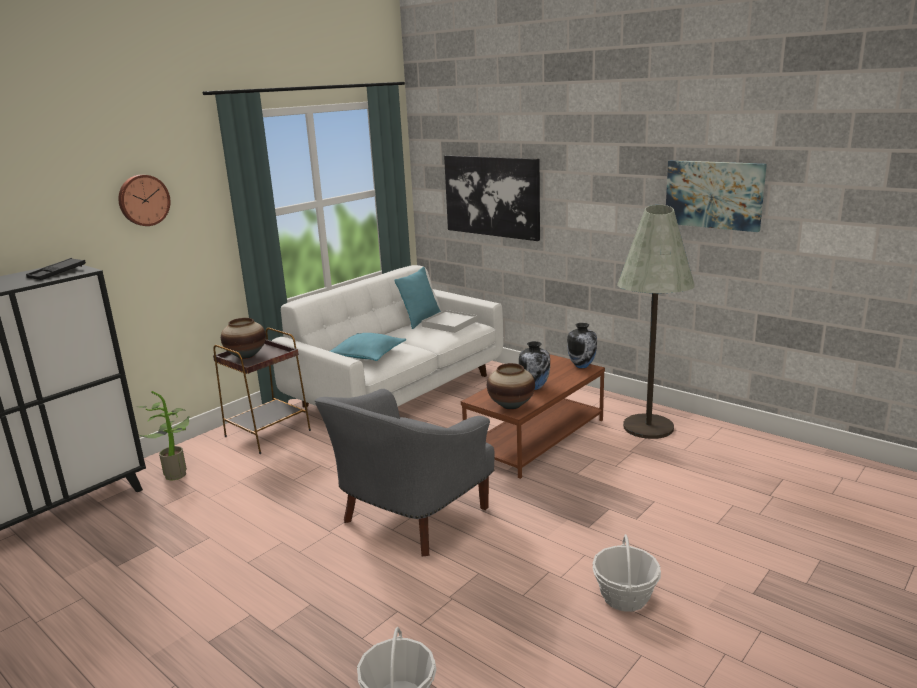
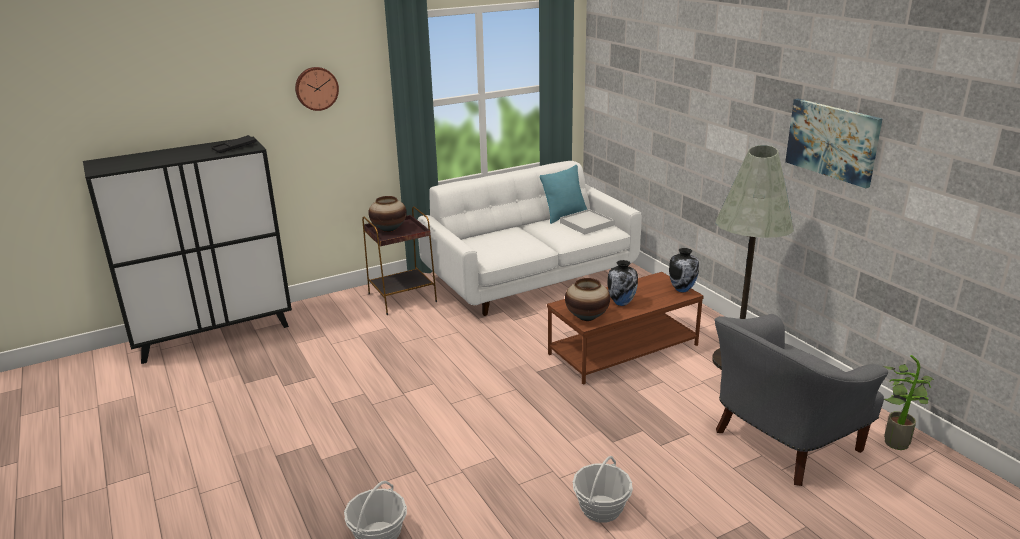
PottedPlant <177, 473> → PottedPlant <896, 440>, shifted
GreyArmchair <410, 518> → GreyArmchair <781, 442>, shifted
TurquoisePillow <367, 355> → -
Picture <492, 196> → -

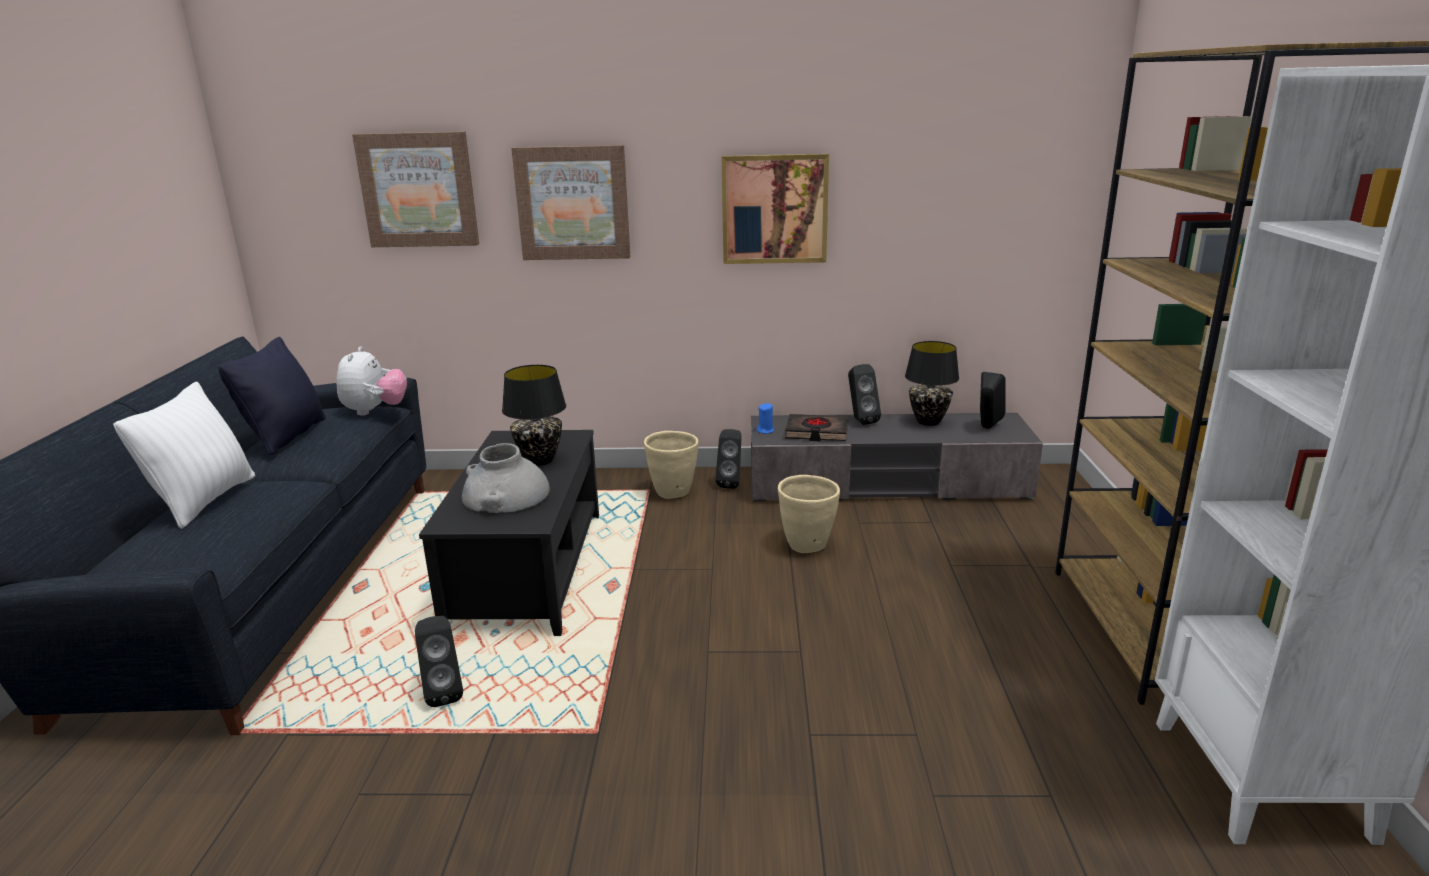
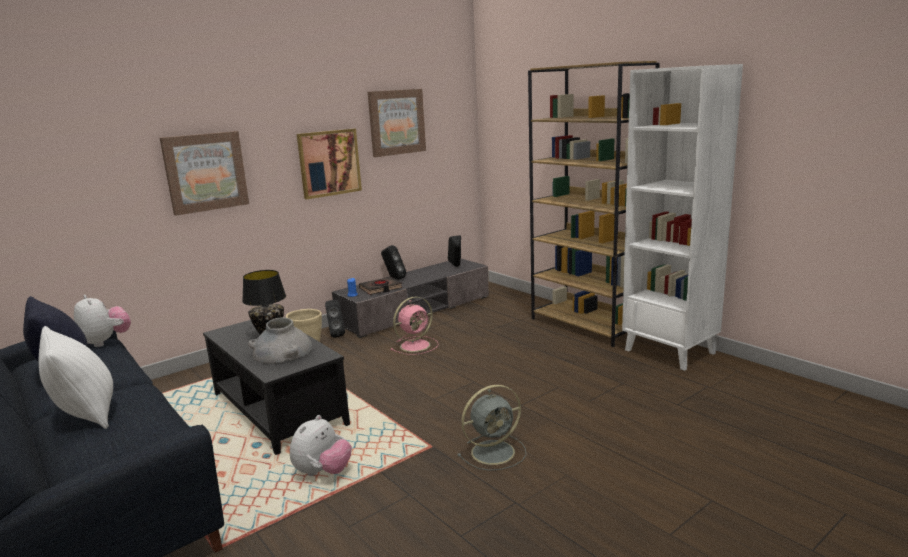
Picture <418, 190> → Picture <396, 122>, shifted
BlackSpeaker <443, 692> → PlushToy <323, 472>
BeigePlanter <807, 545> → PinkFan <416, 345>
BlackTableLamp <928, 422> → -
- → GreyFan <494, 451>

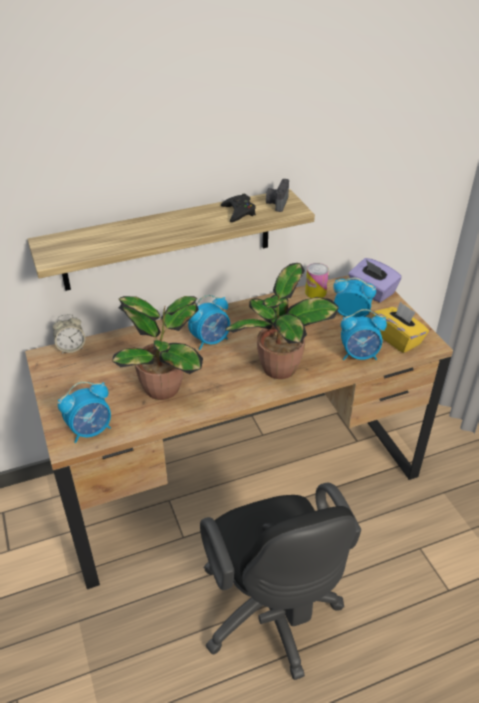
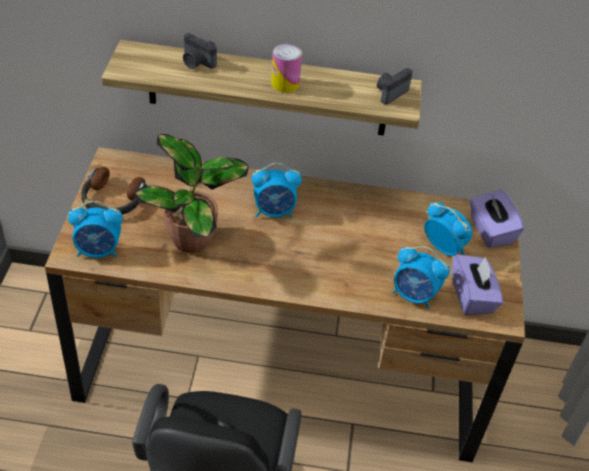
AlarmClock <71, 348> → -
BlackGameController <239, 212> → -
PottedPlant <278, 370> → -
Can <315, 292> → Can <285, 84>, shifted
YellowTissueBox <397, 339> → PurpleTissueBox <472, 296>
- → Headphones <112, 200>
- → PhotoCamera <196, 63>

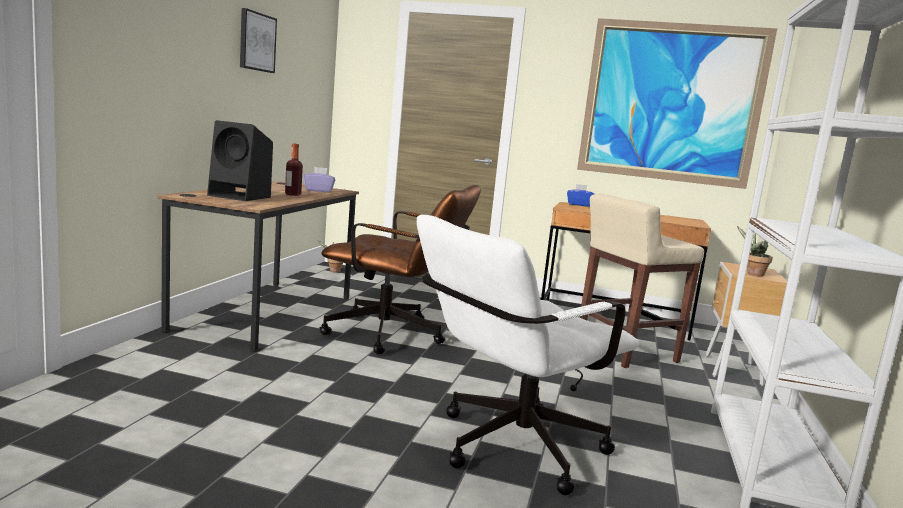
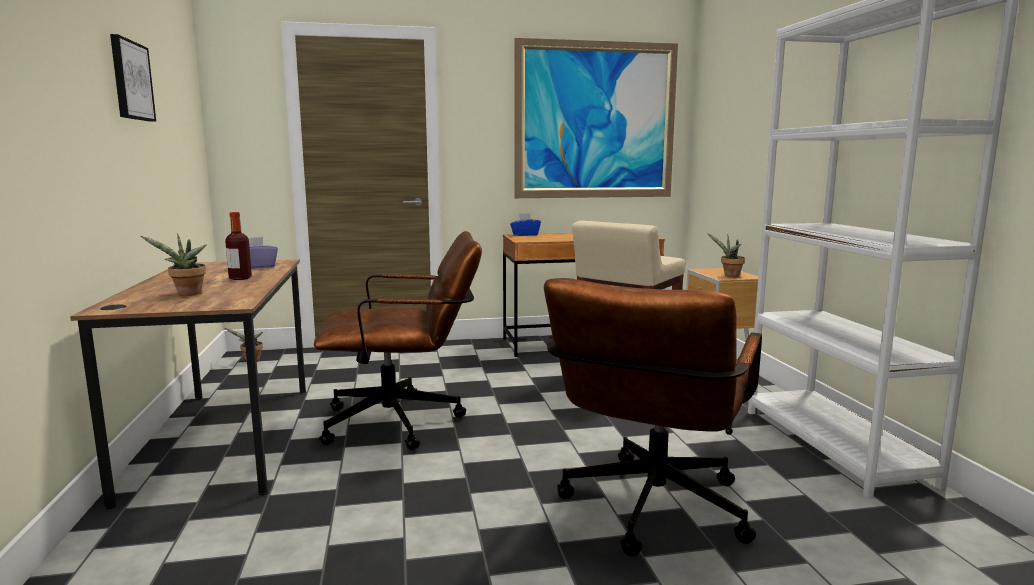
BlackSpeaker <241, 196> → PottedPlant <187, 294>
WhiteOfficeChair <508, 449> → BrownOfficeChair <650, 514>

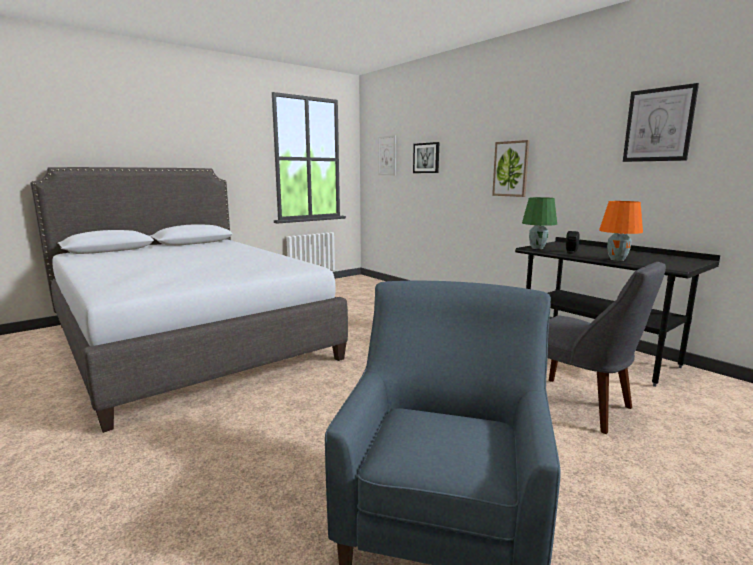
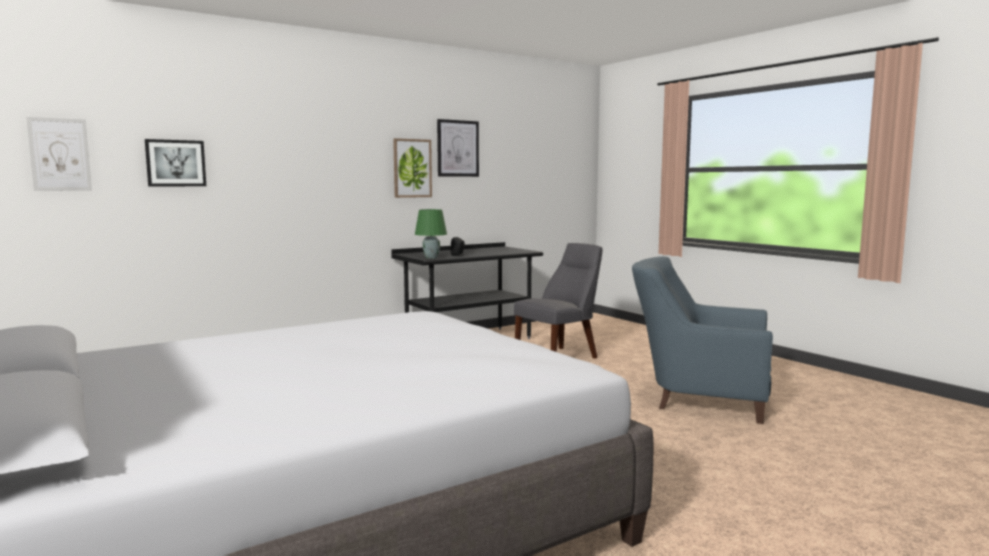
Picture <511, 169> → Picture <412, 168>, shifted
OrangeTableLamp <617, 259> → -

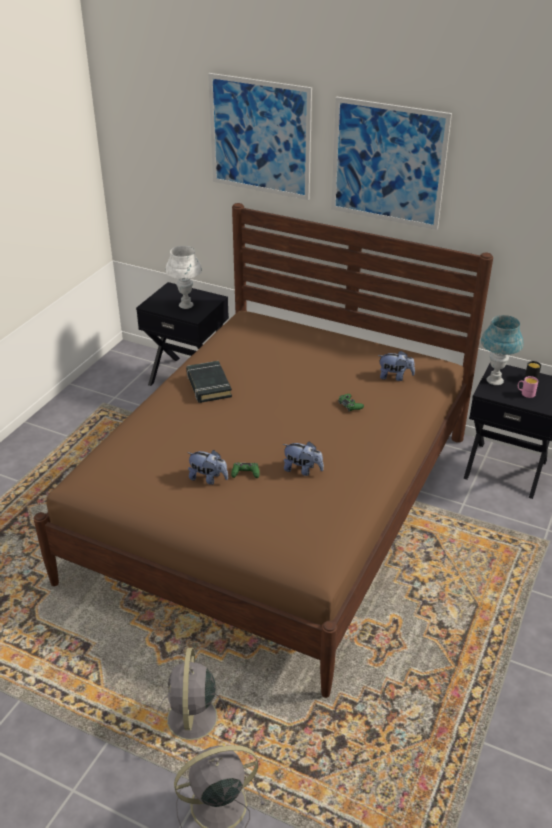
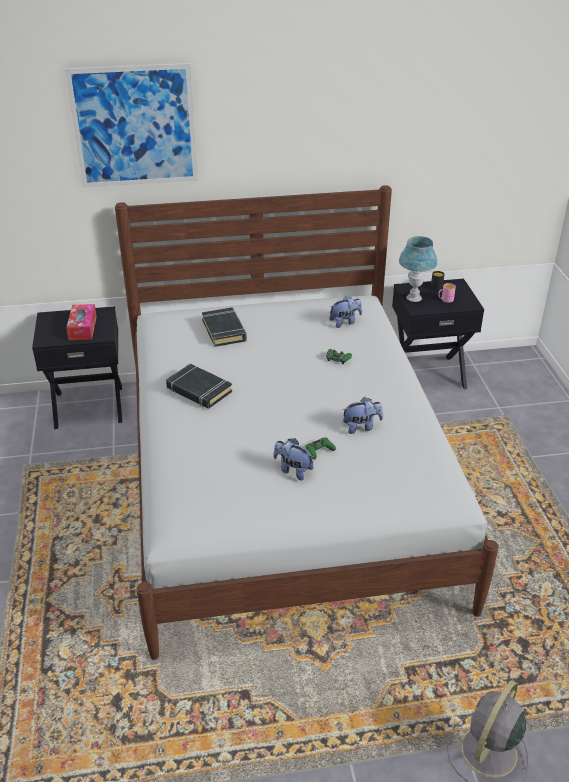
BrownBed <275, 505> → WhiteBed <285, 483>
GreyFan <192, 720> → -
WhiteTableLamp <186, 305> → TissueBox <83, 328>
PlushToy <208, 478> → PlushToy <293, 470>, 135 degrees counterclockwise
Picture <388, 163> → -
- → BlackBook <224, 330>

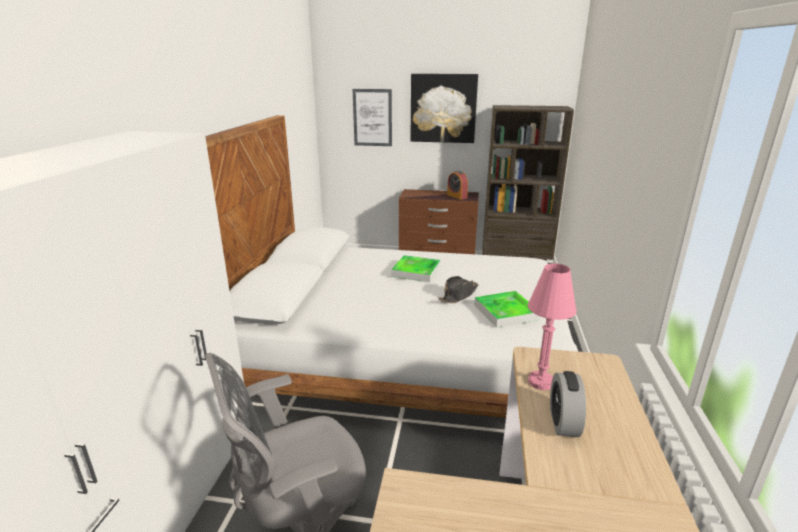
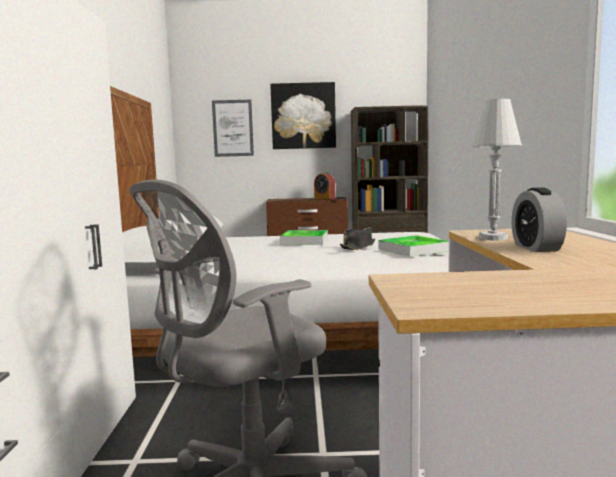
PinkTableLamp <541, 382> → WhiteTableLamp <493, 238>

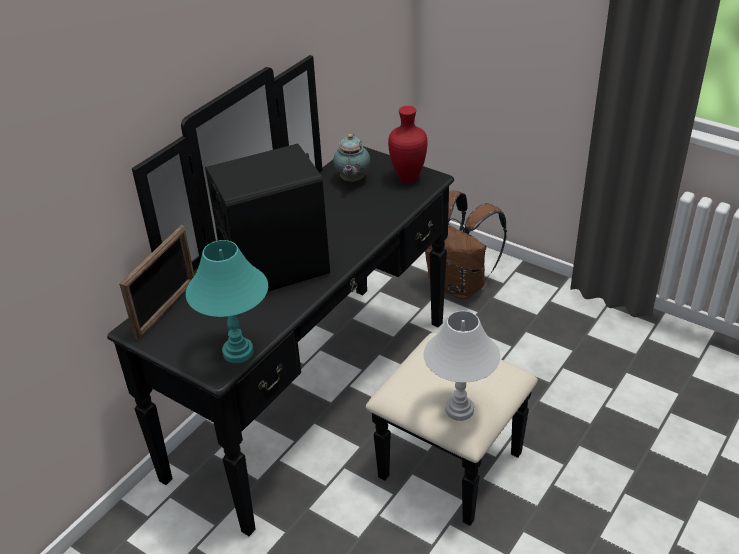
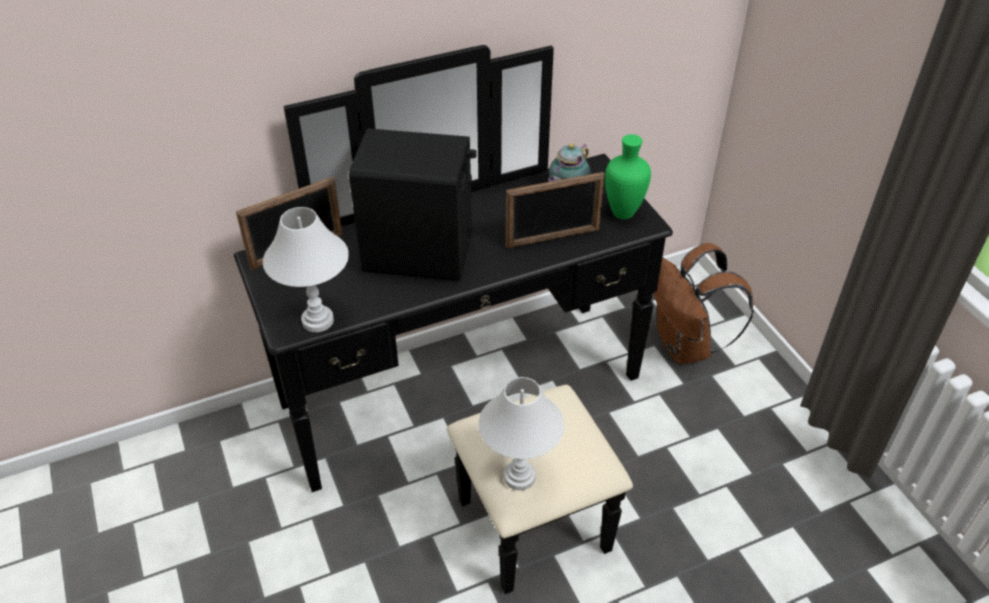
TurquoiseTableLamp <238, 351> → WhiteTableLamp <318, 320>
RedVase <407, 179> → GreenVase <621, 214>
- → PictureFrame <552, 238>

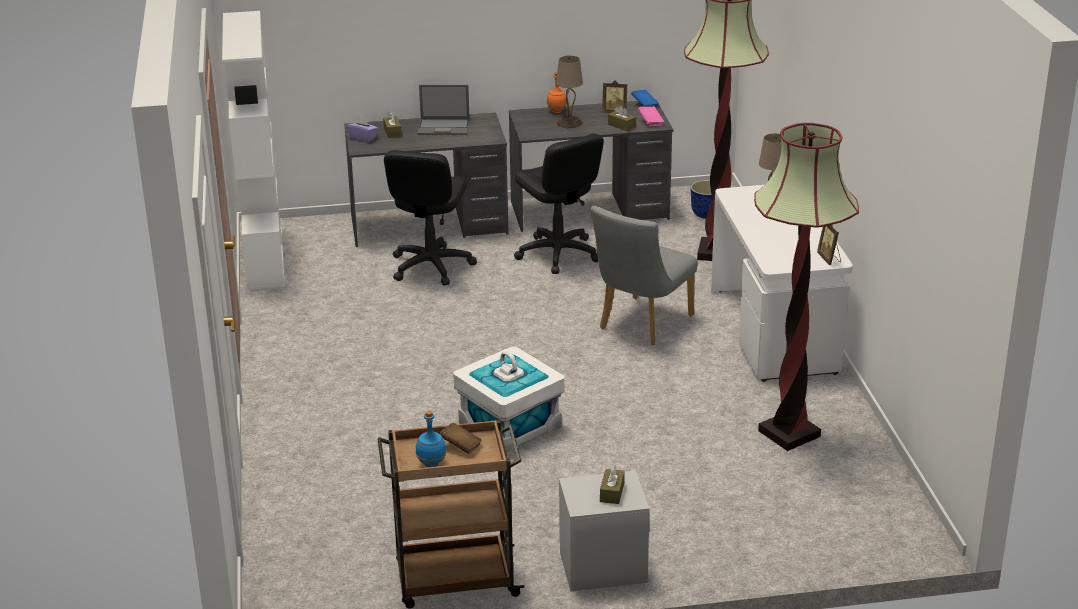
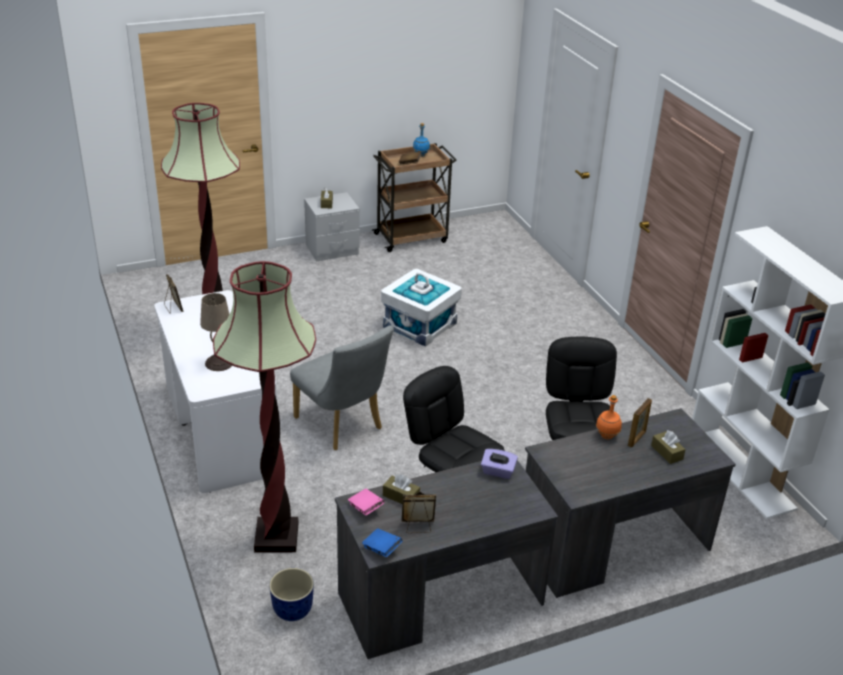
PurpleTissueBox <363, 138> → PurpleTissueBox <498, 472>, shifted
Laptop <444, 127> → -
OrangeBottle <556, 111> → OrangeBottle <607, 436>, shifted
BeigeTableLamp <569, 123> → -
GreyChair <641, 324> → GreyChair <342, 426>, 120 degrees clockwise
- → PictureFrame <637, 439>

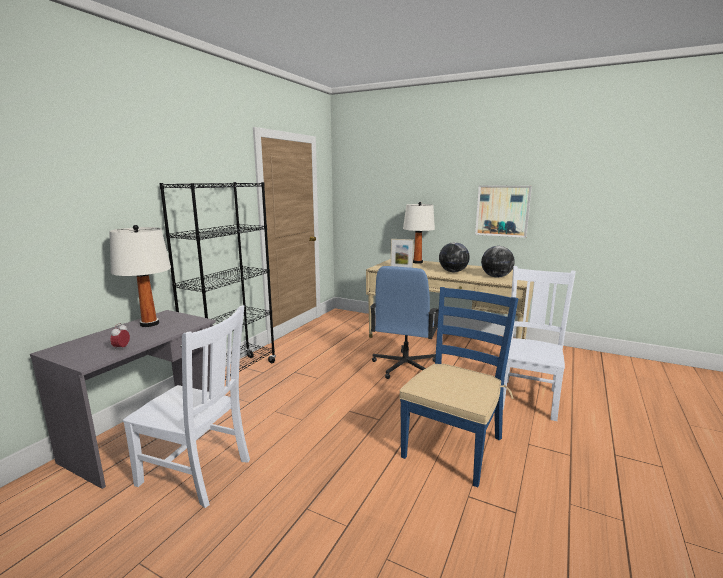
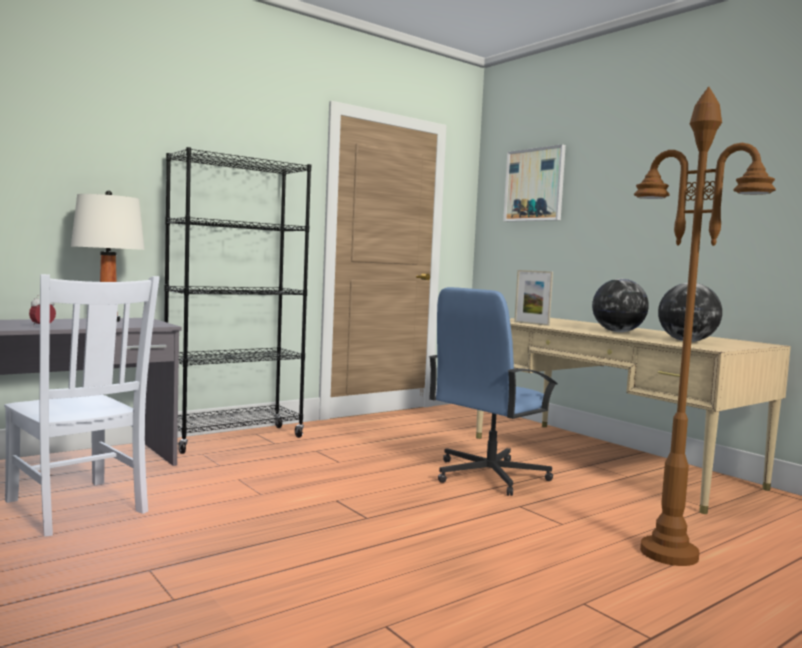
BlueChair <453, 446> → -
WhiteTableLamp <417, 262> → -
Picture <502, 211> → Picture <534, 185>, shifted
WhiteChair <528, 397> → BrownFloorLamp <670, 554>

